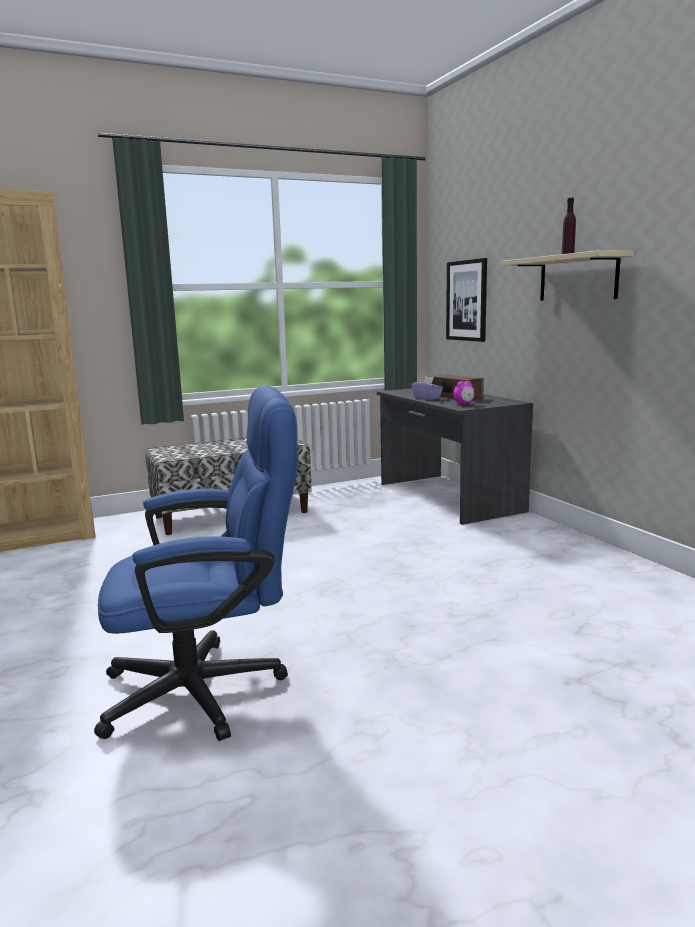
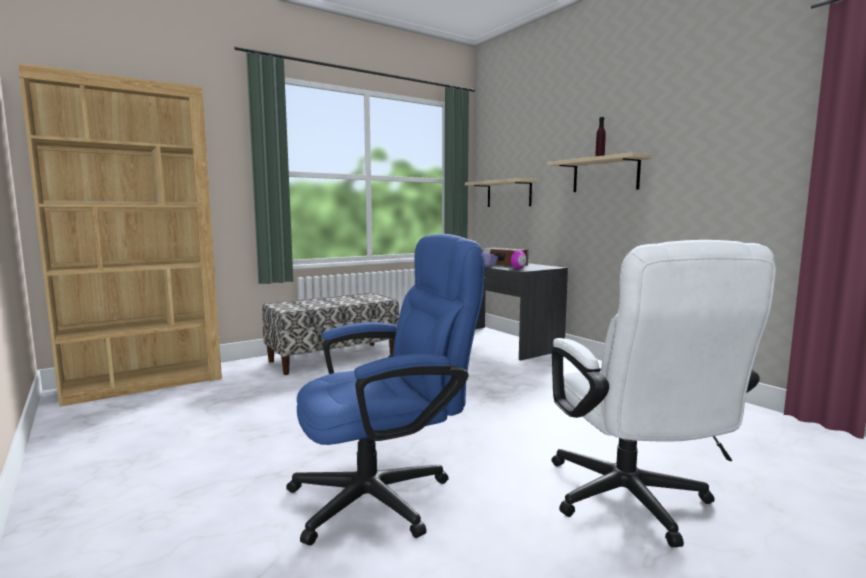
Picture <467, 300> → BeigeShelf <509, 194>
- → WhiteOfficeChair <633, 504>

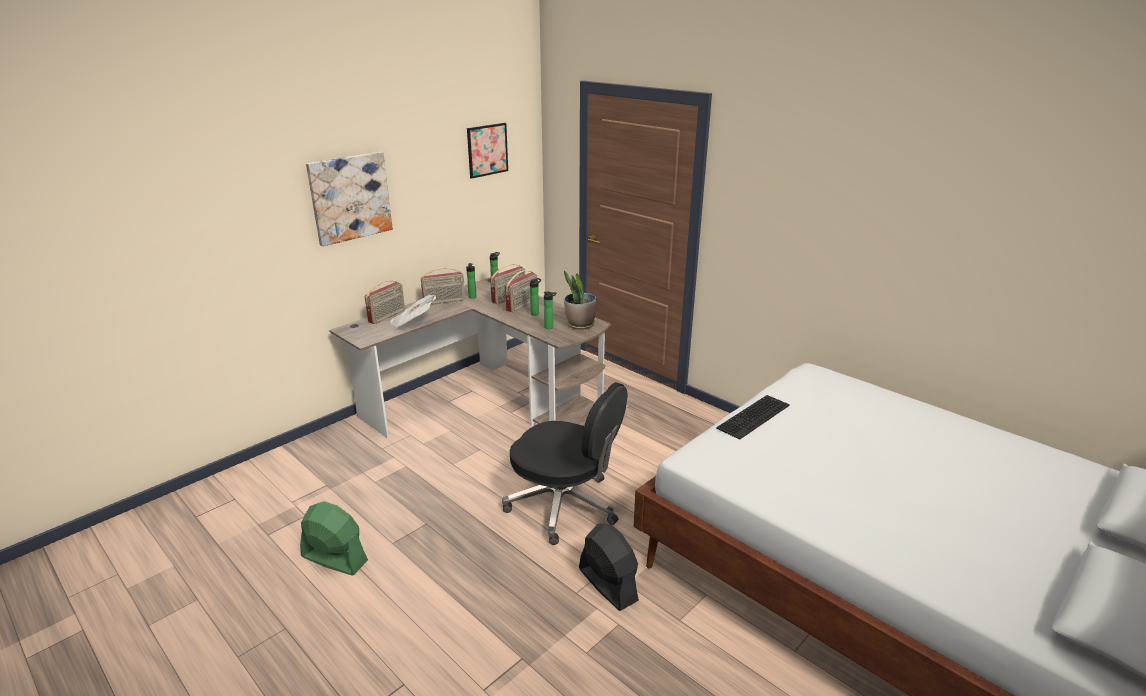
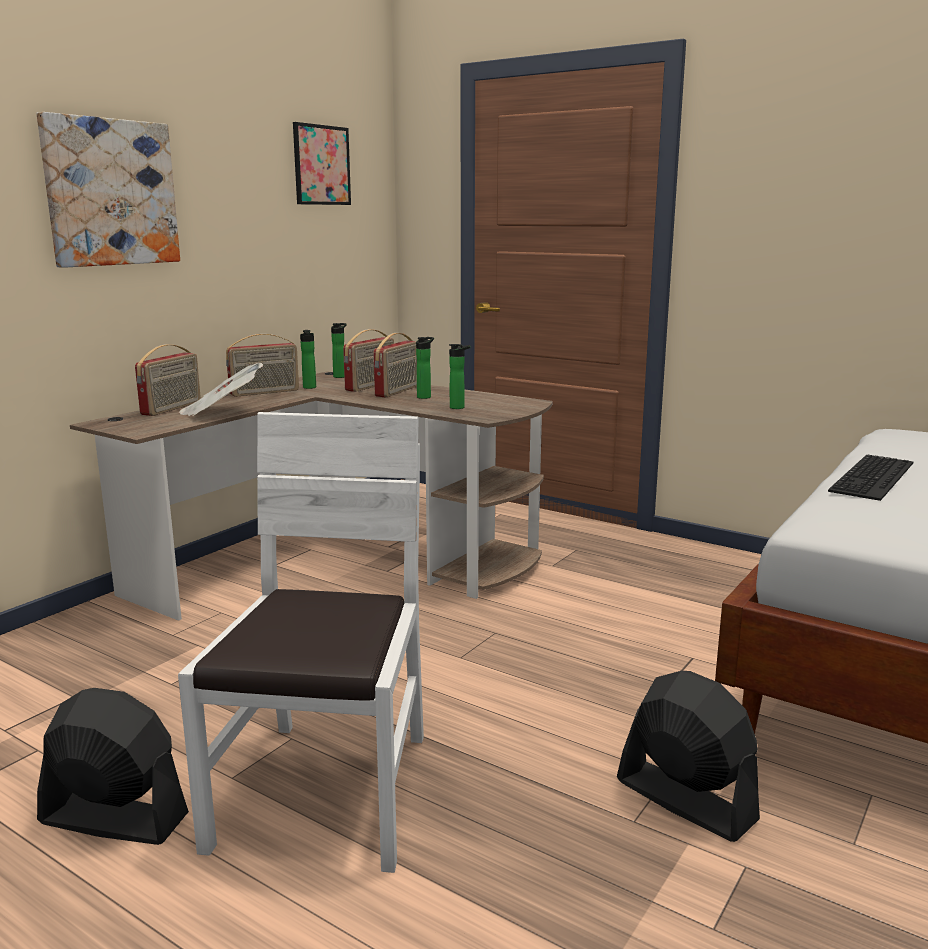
GreenFan <334, 558> → BlackFan <113, 818>
BlackOfficeChair <565, 506> → -
PottedPlant <580, 325> → -
- → WhiteChair <326, 791>

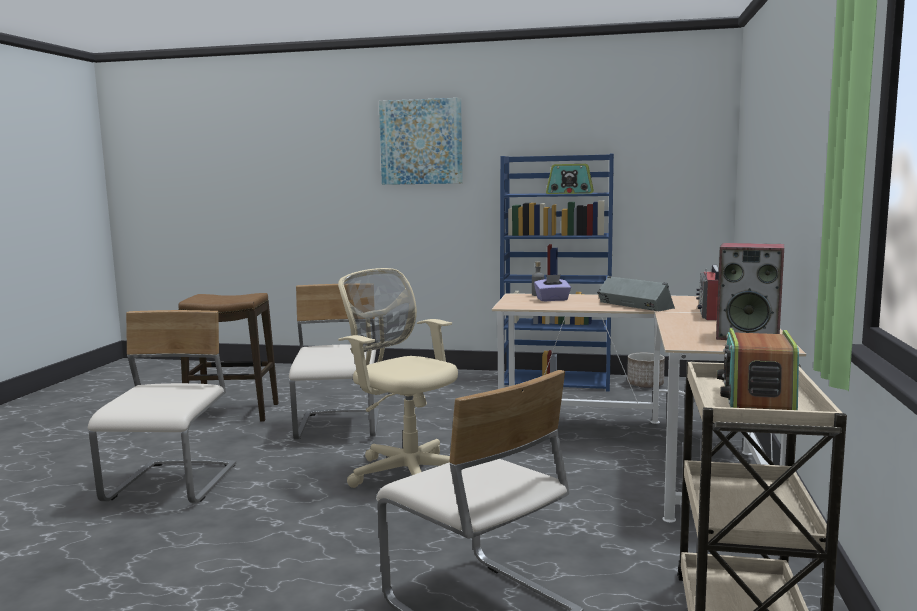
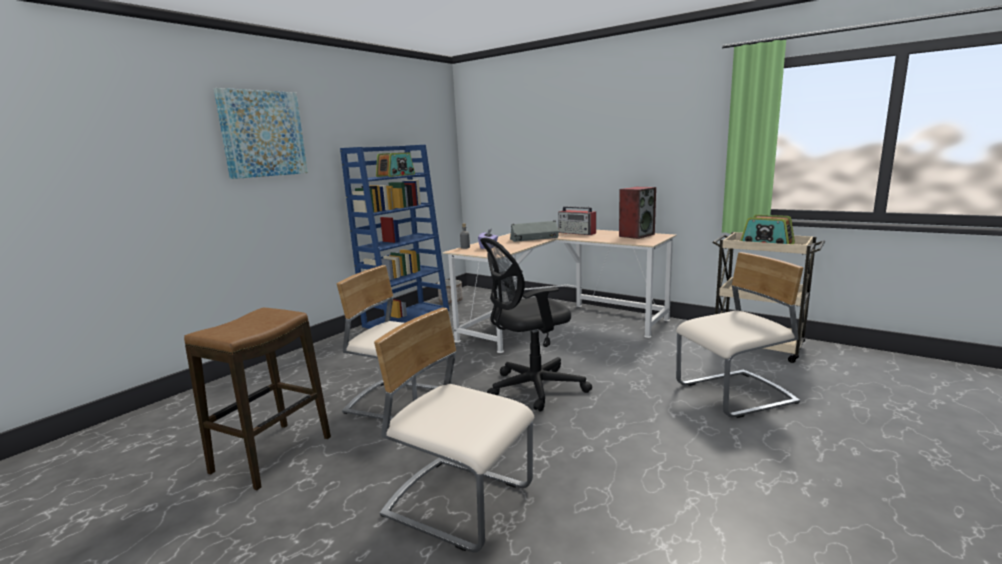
BeigeOfficeChair <407, 473> → BlackOfficeChair <531, 388>

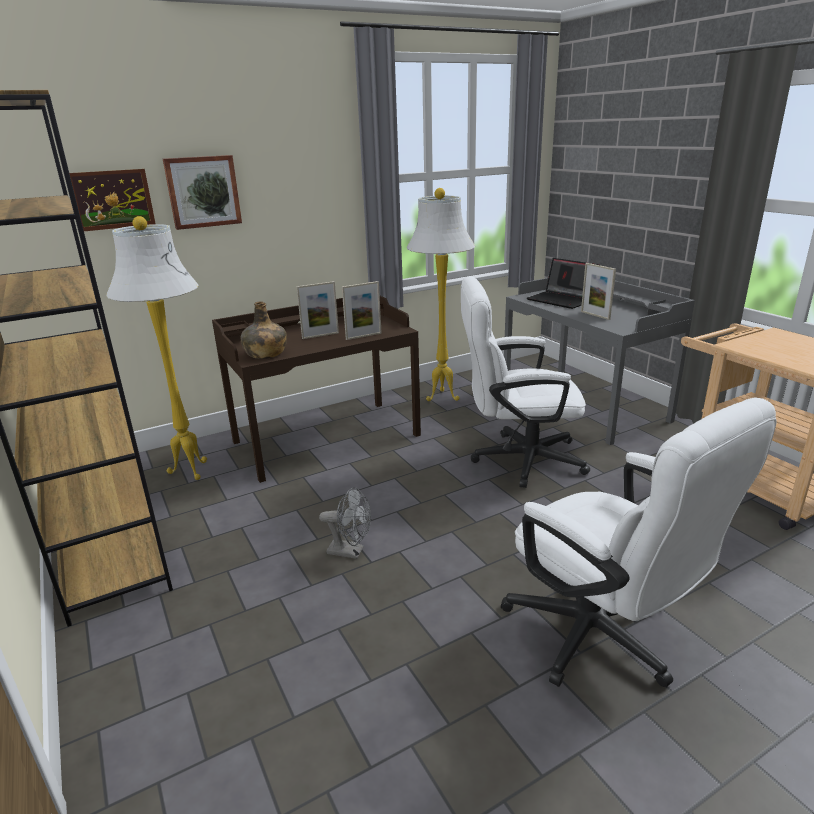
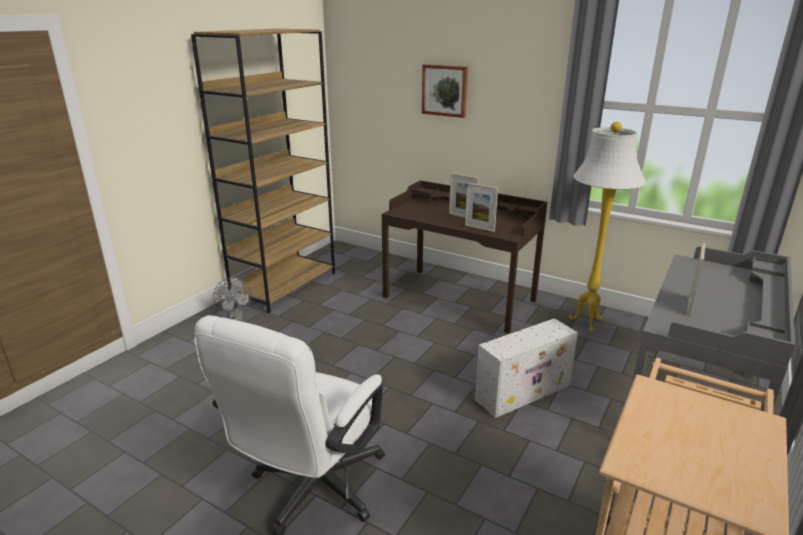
Picture <112, 199> → -
WhiteFloorLamp <191, 470> → -
GreenBottle <265, 354> → -
GreyFan <351, 551> → GreyFan <236, 318>, shifted
WhiteOfficeChair <517, 459> → WhiteStorageBox <524, 392>
Laptop <562, 300> → -

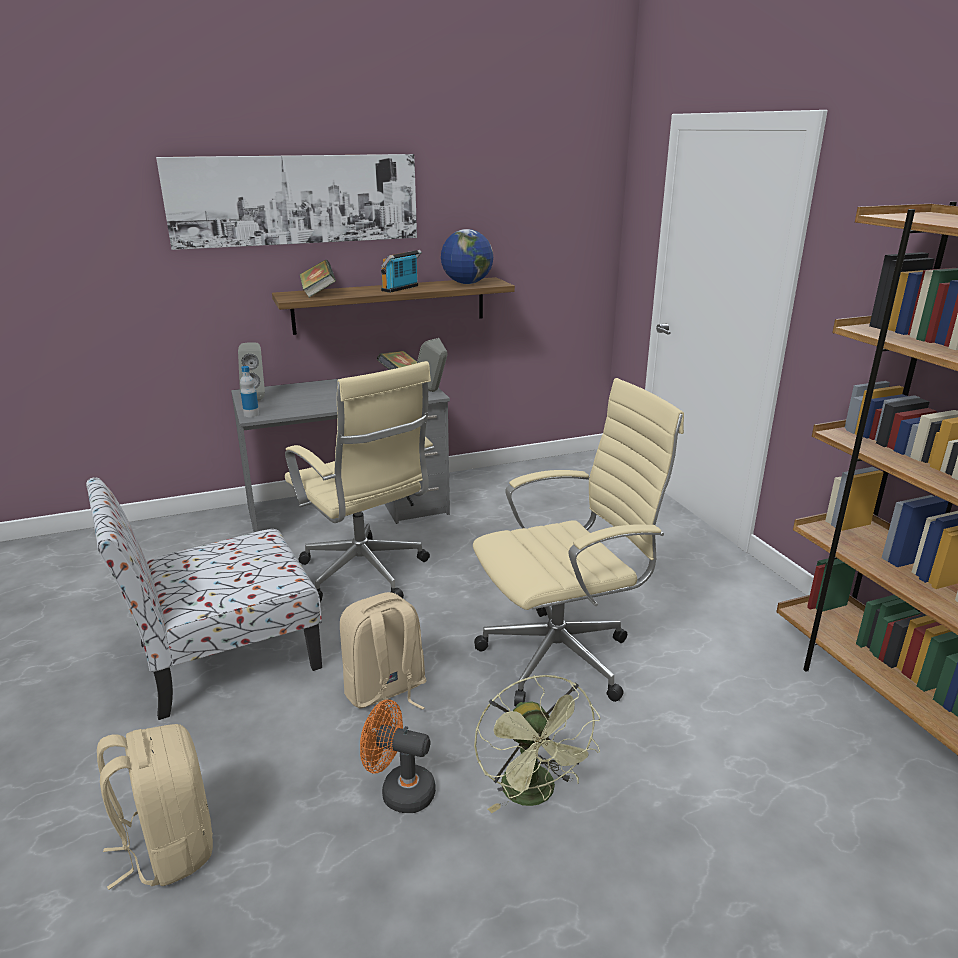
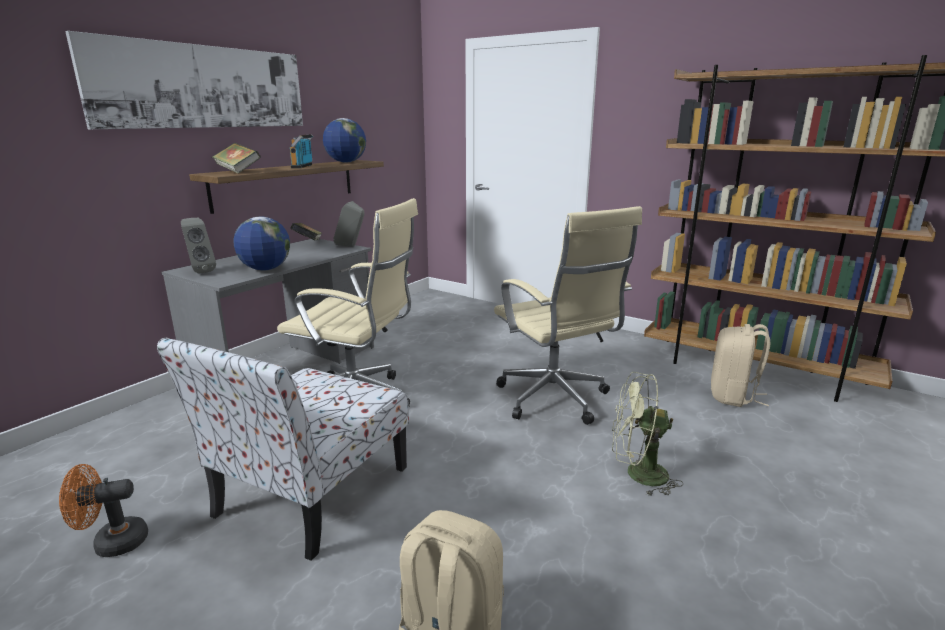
Bottle <251, 414> → -
BeigeBackpack <385, 692> → BeigeBackpack <733, 396>, shifted
OrangeFan <399, 791> → OrangeFan <112, 543>, shifted
BeigeOfficeChair <563, 657> → BeigeOfficeChair <555, 400>, 120 degrees clockwise
GreenFan <534, 795> → GreenFan <637, 475>, 150 degrees clockwise
- → Globe <265, 269>

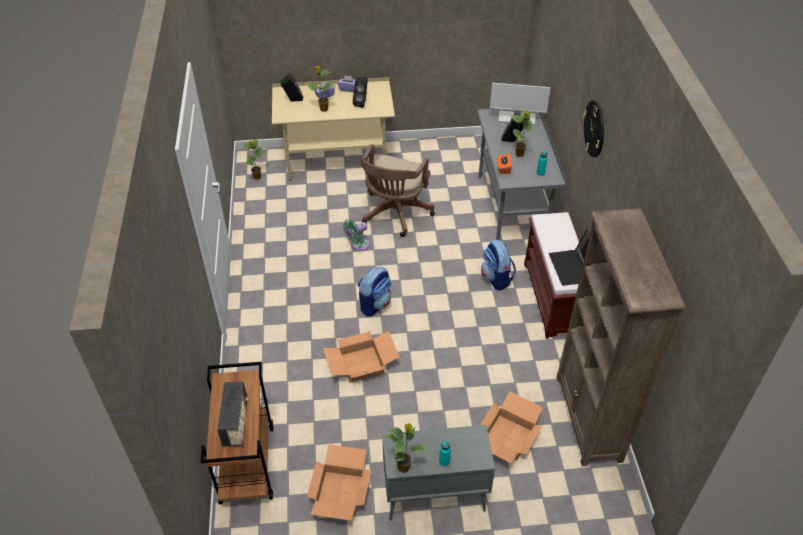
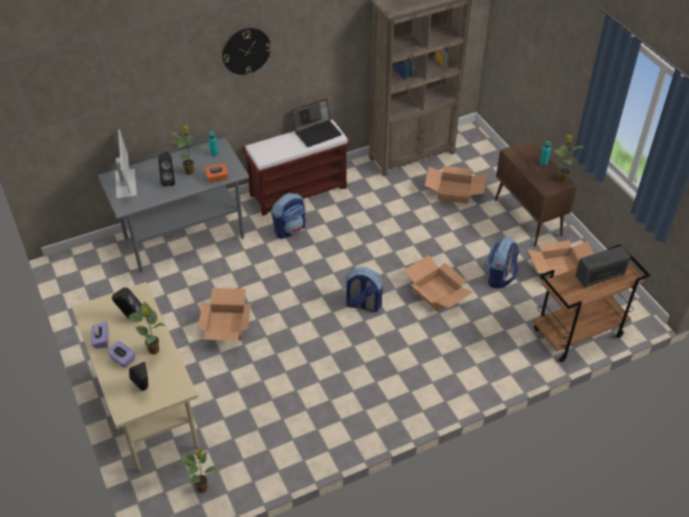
GreenFan <358, 245> → -
BrownOfficeChair <394, 214> → CardboardBox <227, 326>
GreyCabinet <433, 496> → BrownCabinet <528, 218>
- → Backpack <500, 277>

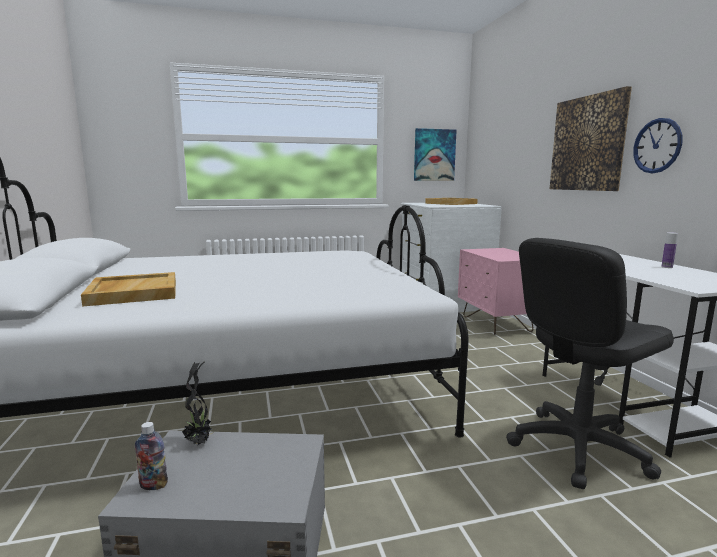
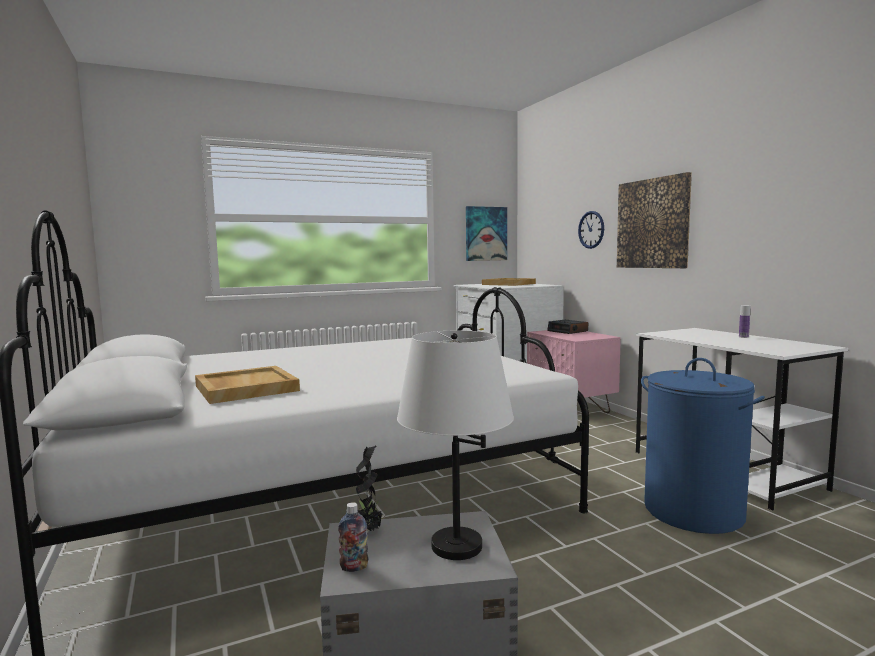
BlackOfficeChair <577, 448> → BlueLaundryBasket <692, 511>
WallClock <657, 146> → WallClock <591, 229>, shifted
- → WhiteTableLamp <456, 546>
- → AlarmClock <568, 331>

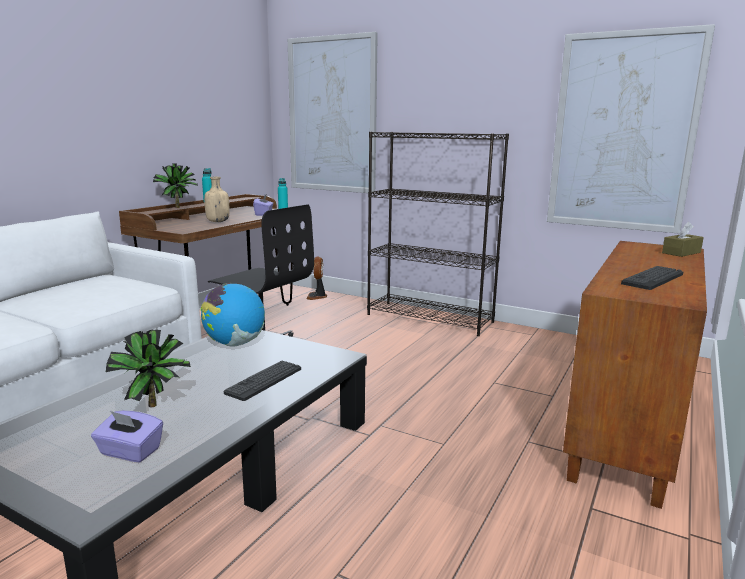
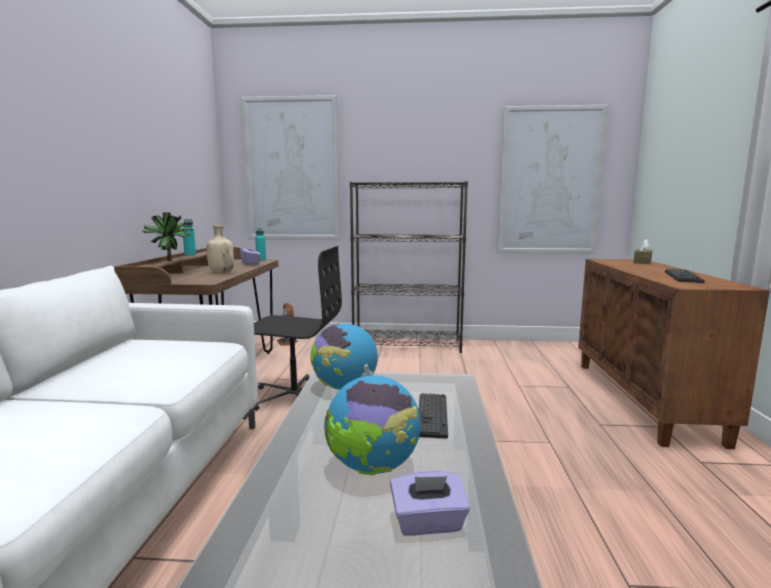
PottedPlant <156, 407> → Globe <373, 467>

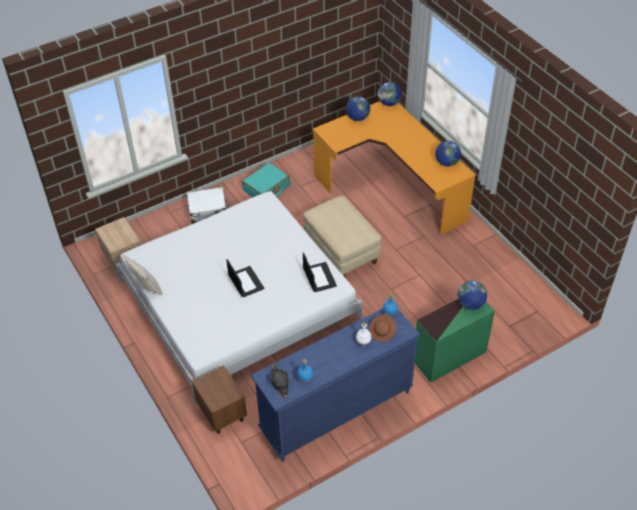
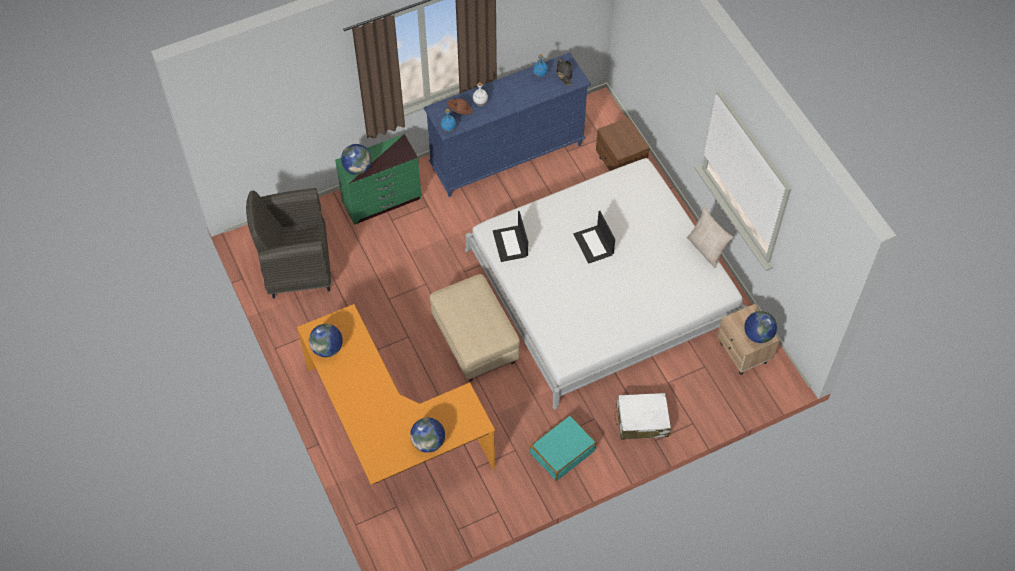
Globe <389, 103> → Globe <758, 335>, shifted
- → GreyArmchair <297, 268>

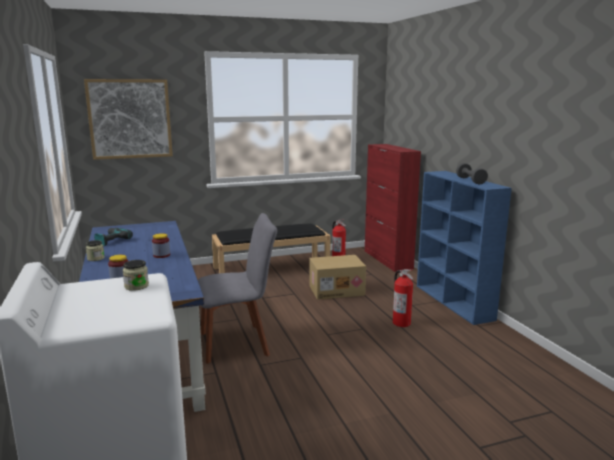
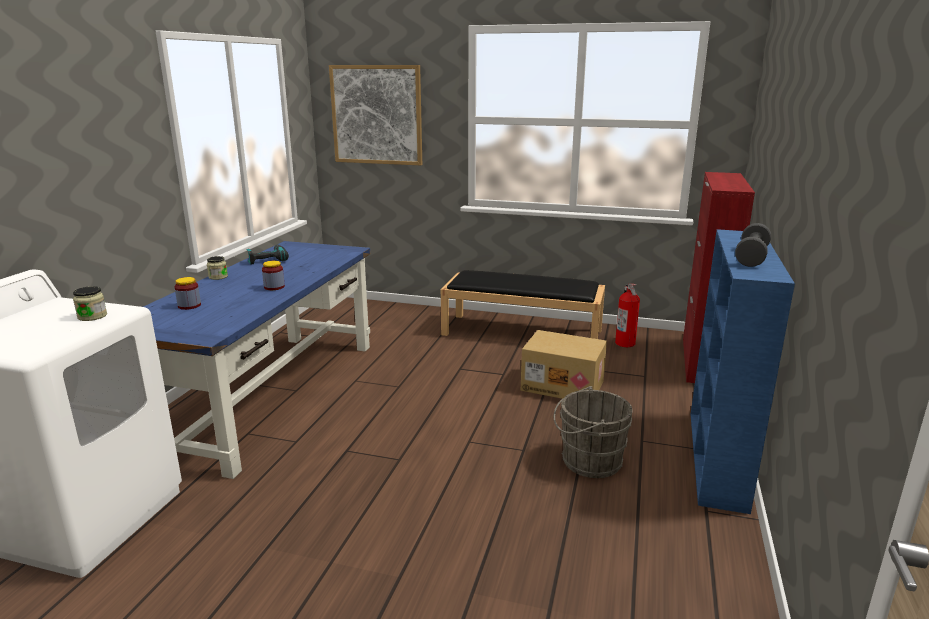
GreyChair <238, 343> → -
FireExtinguisher <401, 323> → GreyBucket <587, 461>

